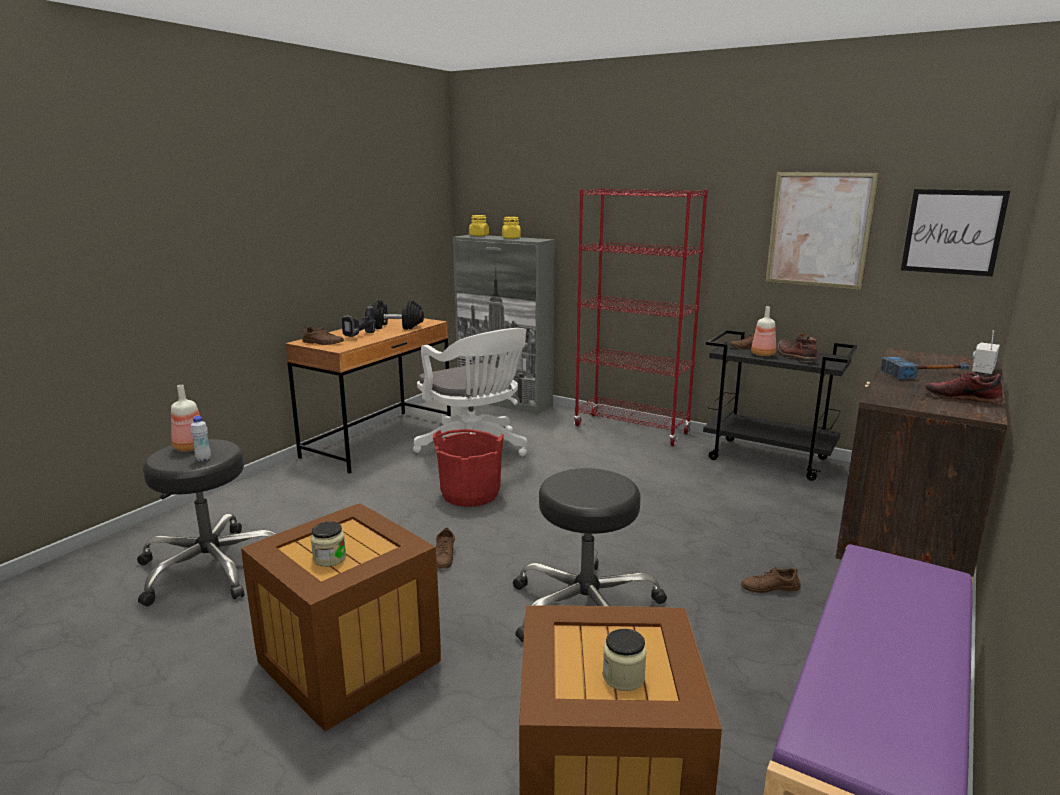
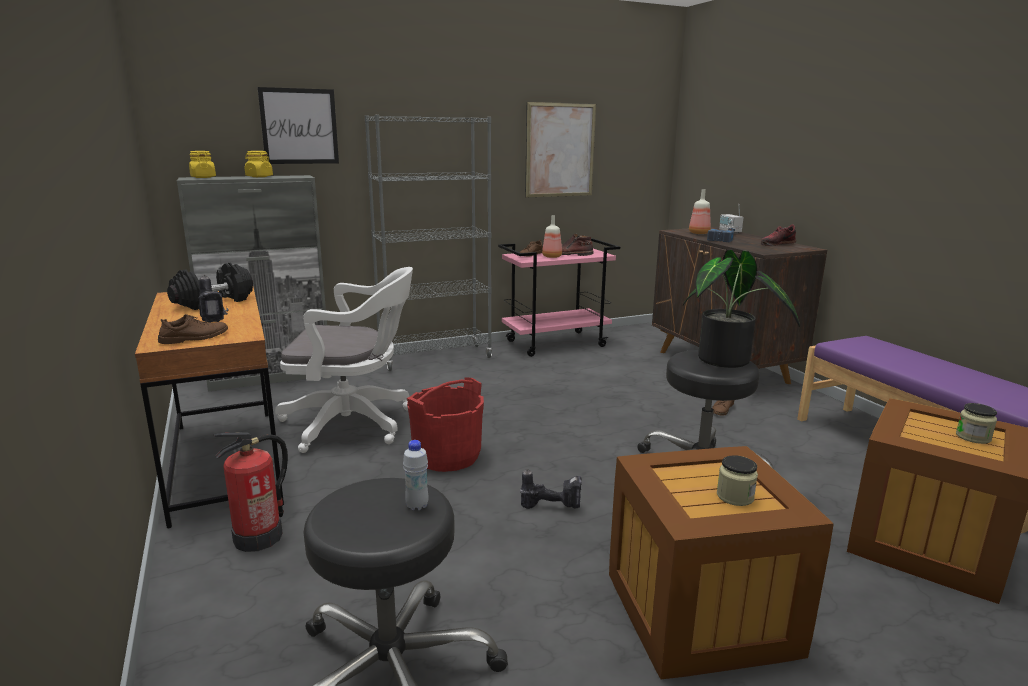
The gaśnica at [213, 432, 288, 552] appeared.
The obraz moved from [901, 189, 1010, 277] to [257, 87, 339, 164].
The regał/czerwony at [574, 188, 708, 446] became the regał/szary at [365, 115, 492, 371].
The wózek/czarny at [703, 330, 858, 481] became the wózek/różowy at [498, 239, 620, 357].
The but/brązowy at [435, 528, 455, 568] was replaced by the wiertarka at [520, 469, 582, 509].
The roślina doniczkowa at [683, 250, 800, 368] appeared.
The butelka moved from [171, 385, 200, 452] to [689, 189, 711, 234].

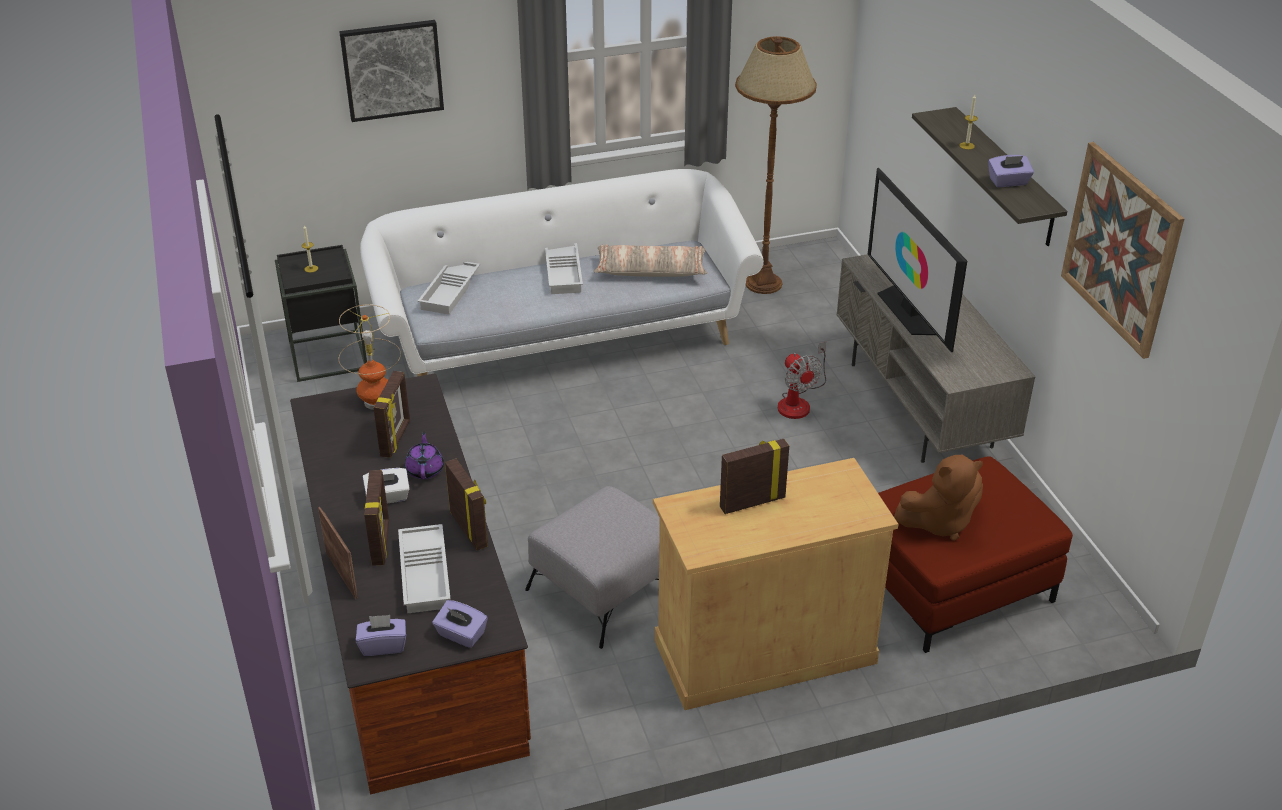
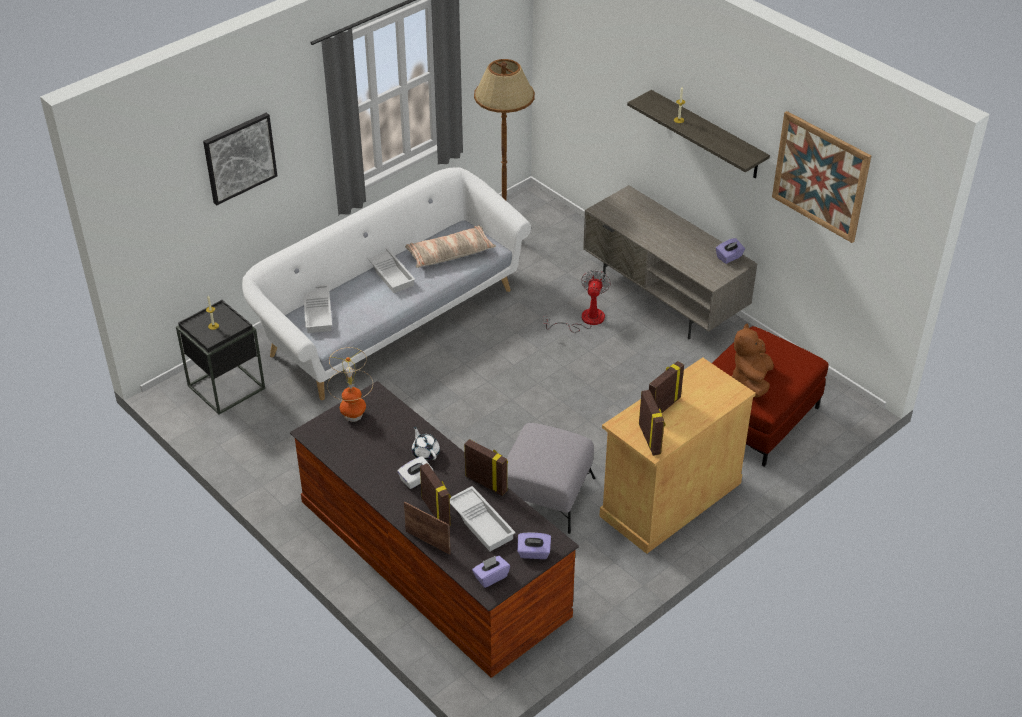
The imbryk/fioletowy at [405, 431, 444, 479] became the imbryk/biały at [412, 426, 440, 460].
The wentylator at [778, 342, 826, 419] turned 120 degrees counterclockwise.
The ramka na zdjęcie moved from [373, 371, 410, 458] to [639, 390, 666, 456].
The pudełko chusteczek/fioletowy moved from [988, 155, 1034, 187] to [716, 238, 745, 264].
The pluszak/brązowy at [894, 455, 983, 541] turned 150 degrees clockwise.
The telewizor at [868, 168, 967, 352] disappeared.

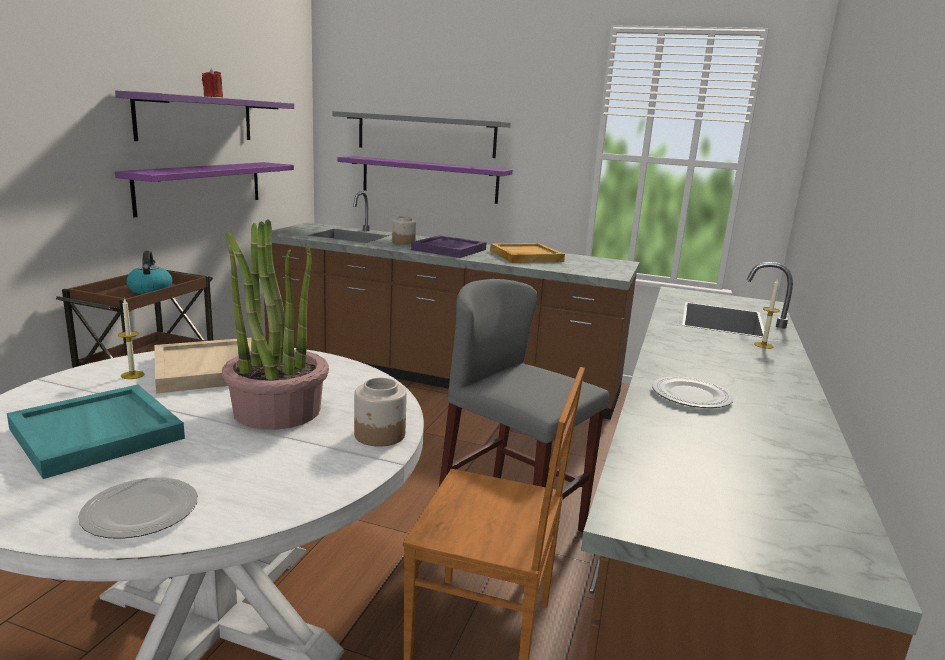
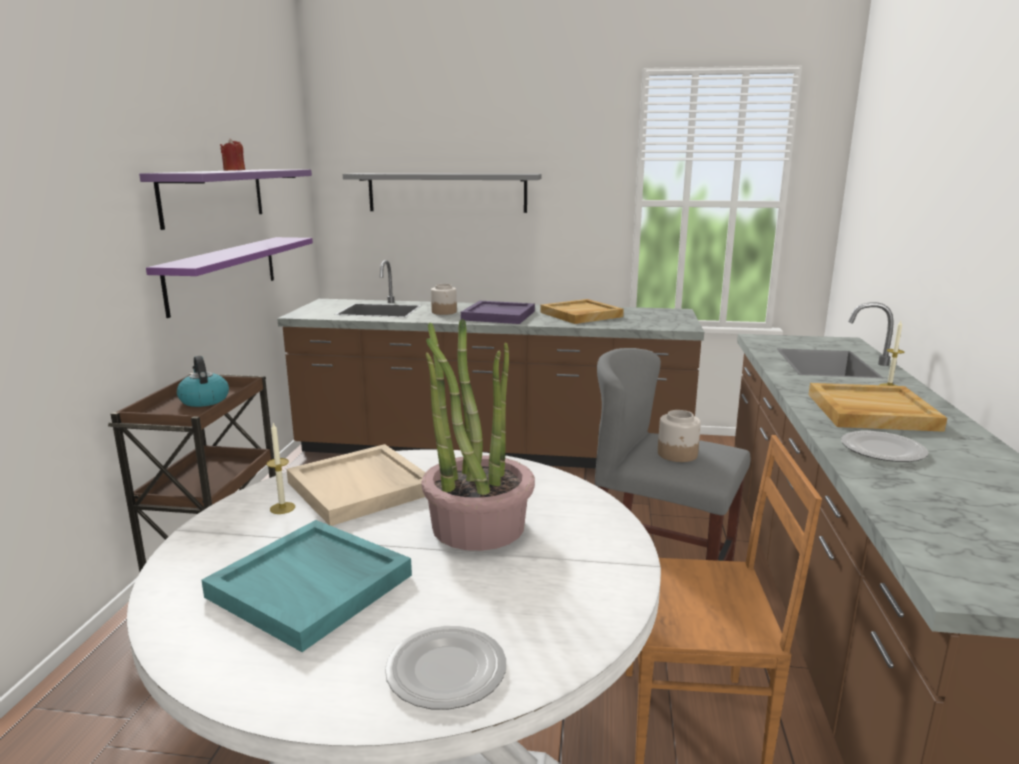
The słoik moved from [354, 378, 407, 447] to [658, 410, 701, 462].
The taca/beżowy at [809, 383, 947, 432] appeared.
The półka/fioletowy at [338, 156, 513, 204] disappeared.

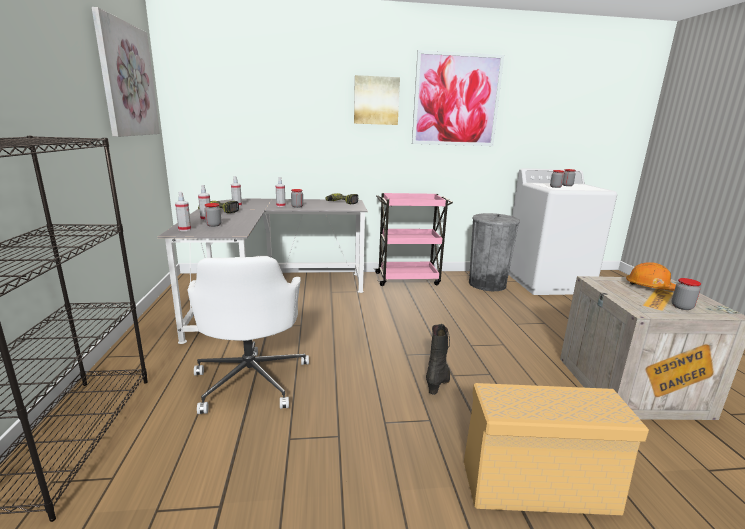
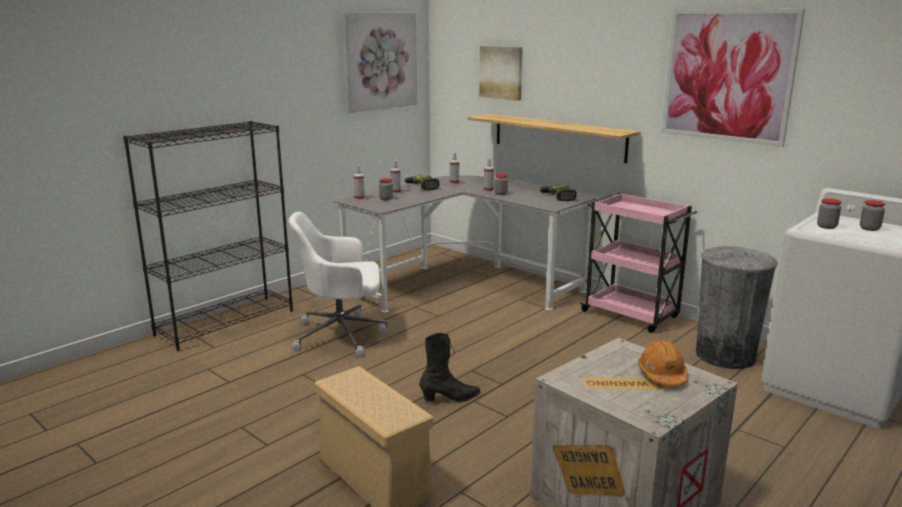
The krzesło biurowe/biały at [188, 256, 309, 414] turned 45 degrees clockwise.
The półka at [467, 114, 641, 163] appeared.
The obraz moved from [354, 75, 400, 125] to [479, 46, 523, 101].
The słoik at [672, 278, 701, 310] disappeared.

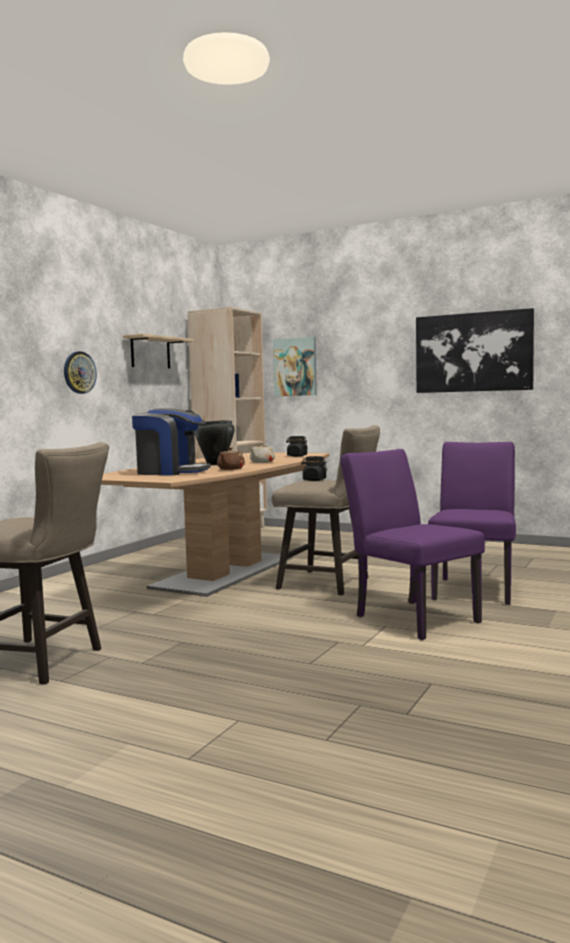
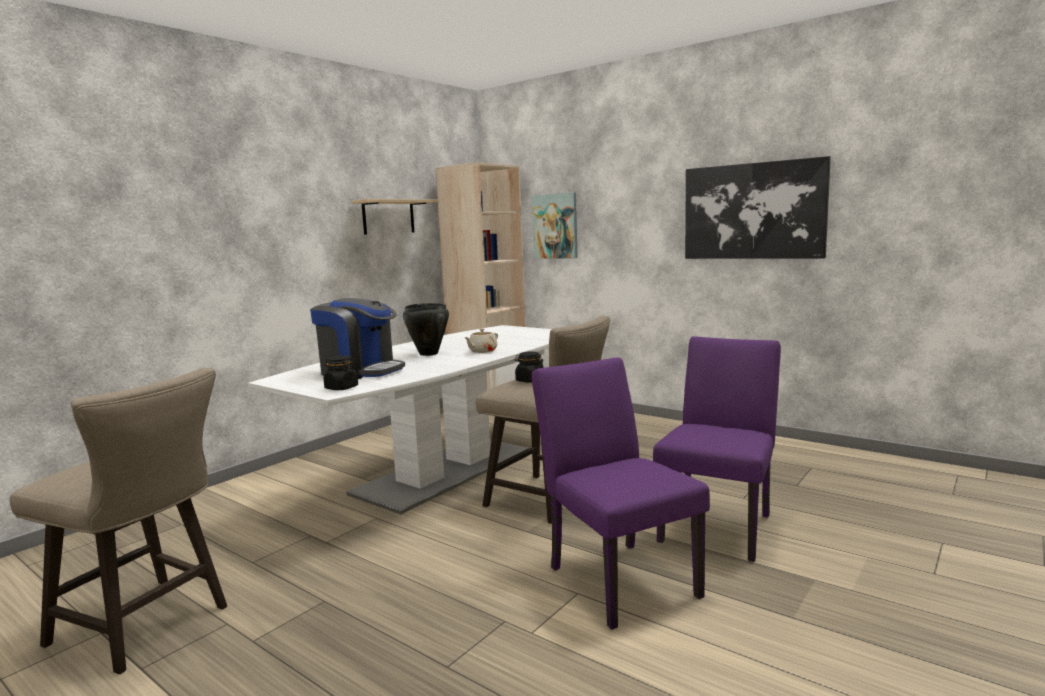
The stół jadalny/brązowy at [101, 453, 329, 597] became the stół jadalny/biały at [248, 325, 551, 514].
The słoik/czarny moved from [286, 436, 308, 457] to [324, 355, 358, 390].
The zegar ścienny at [64, 351, 97, 394] disappeared.
The imbryk/brązowy at [217, 447, 245, 470] disappeared.

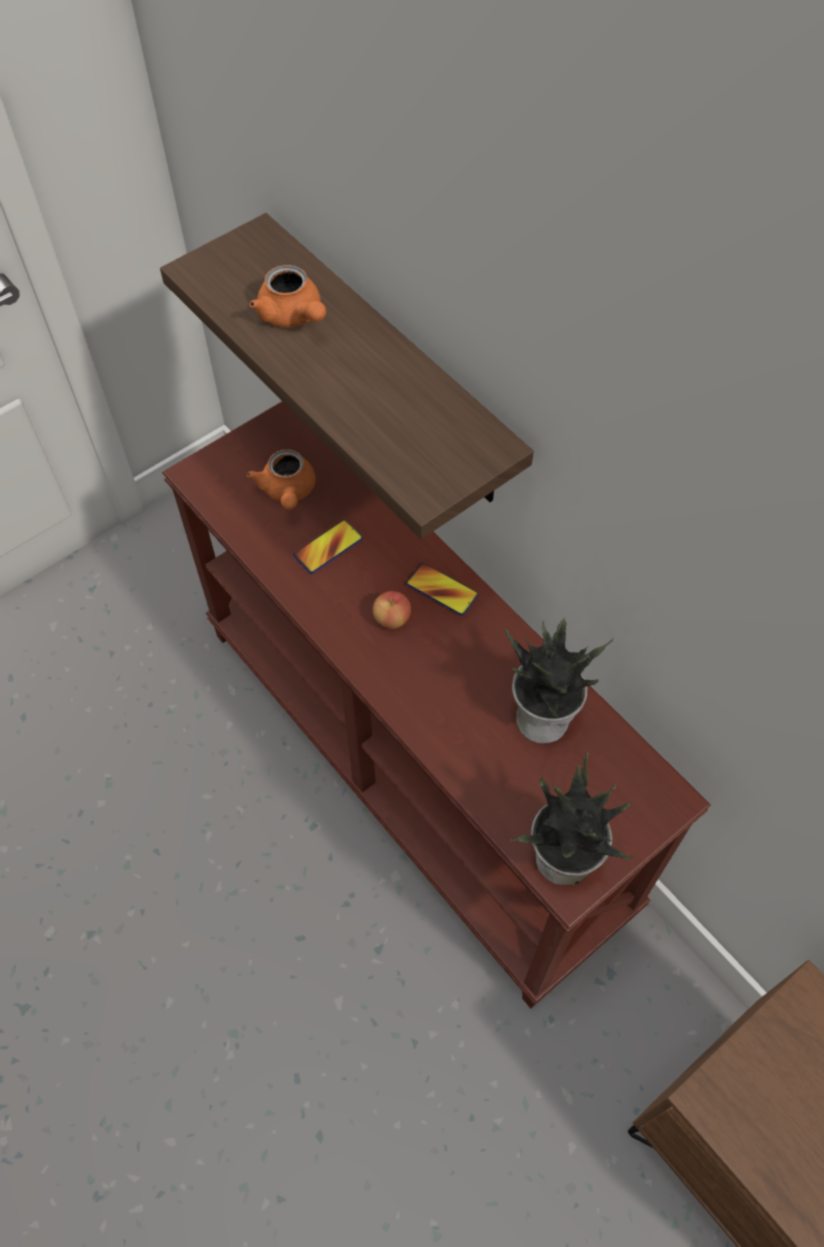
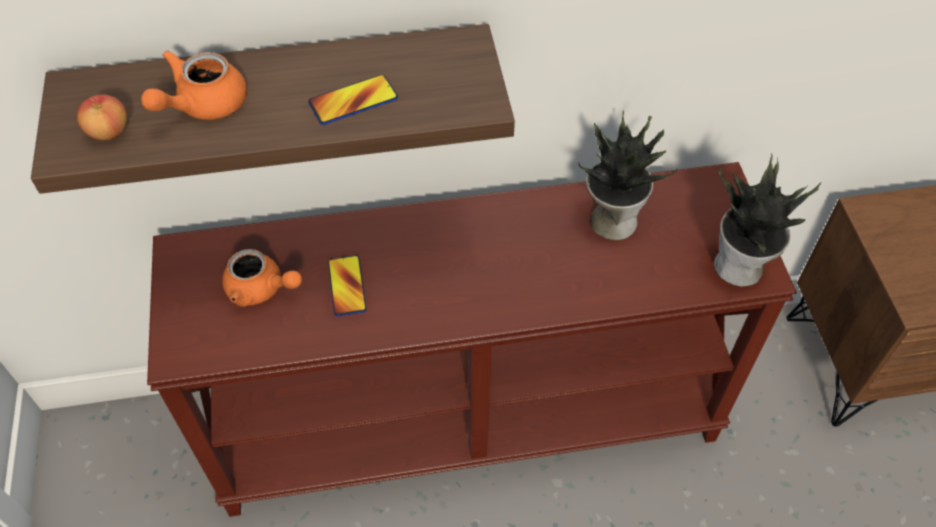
The jabłko moved from [373, 591, 411, 629] to [77, 94, 127, 140].
The imbryk/pomarańczowy at [249, 265, 326, 327] turned 135 degrees clockwise.
The telefon moved from [406, 562, 479, 616] to [308, 75, 398, 125].

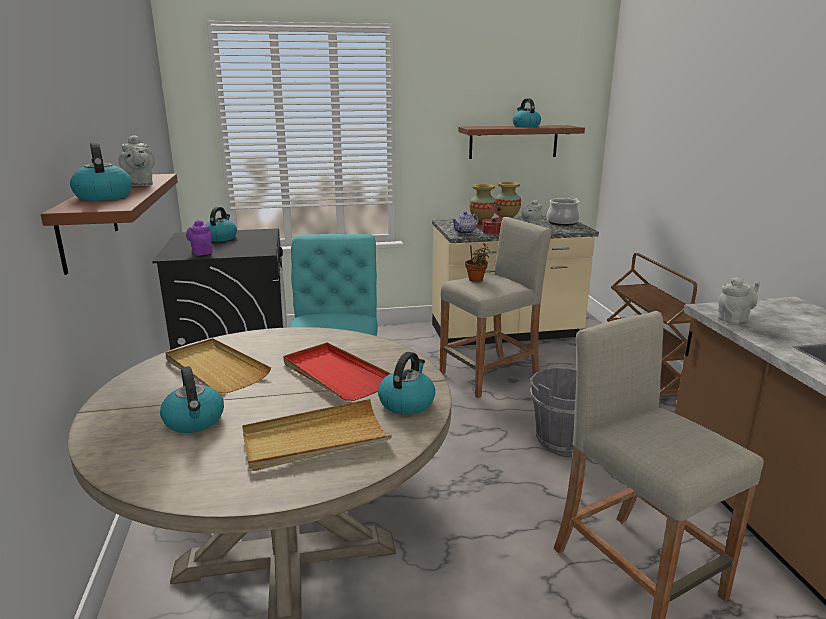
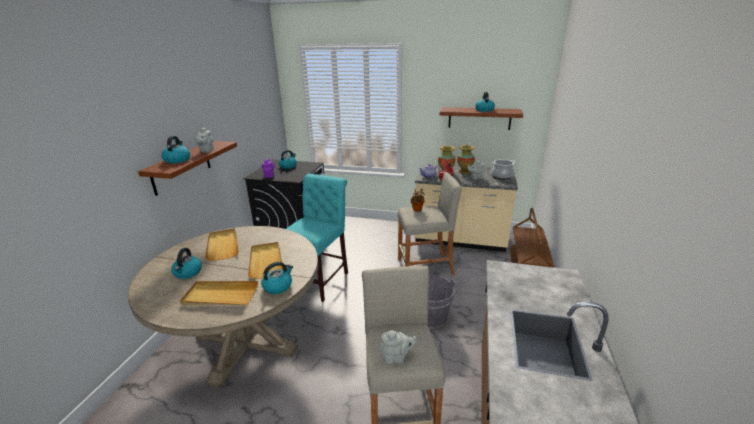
The taca/czerwony at [283, 342, 390, 401] became the taca/beżowy at [248, 242, 283, 279].
The imbryk/szary moved from [717, 277, 760, 324] to [381, 330, 418, 364].

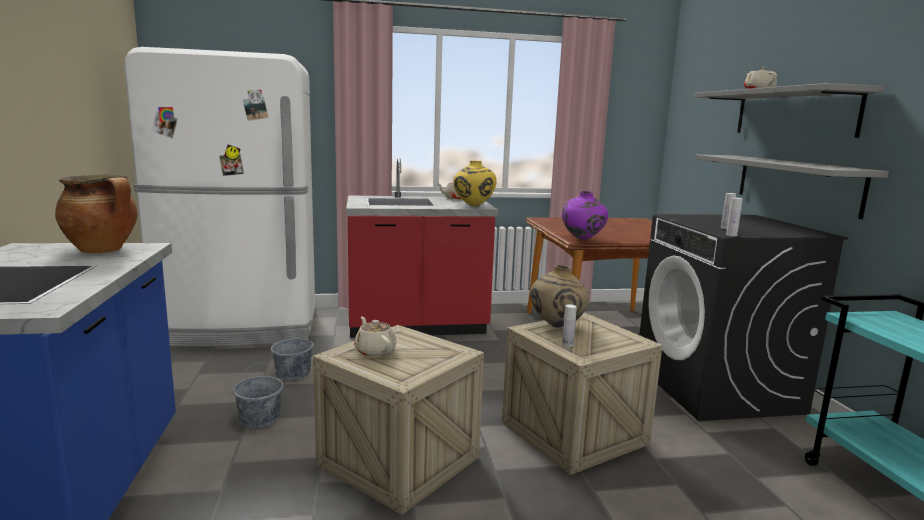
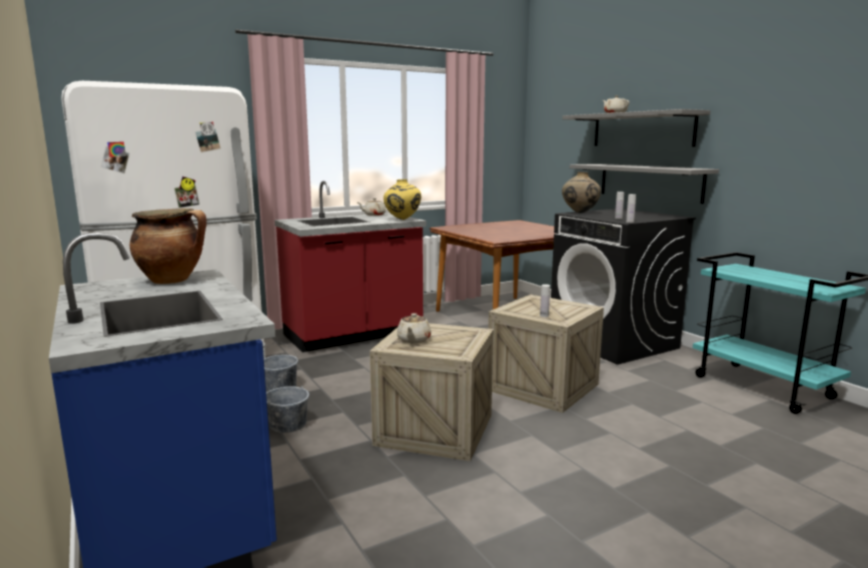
The imbryk/beżowy at [354, 317, 397, 357] turned 120 degrees counterclockwise.
The wazon/beżowy moved from [530, 265, 589, 328] to [562, 172, 601, 213].
The wazon/fioletowy at [562, 191, 608, 240] disappeared.

